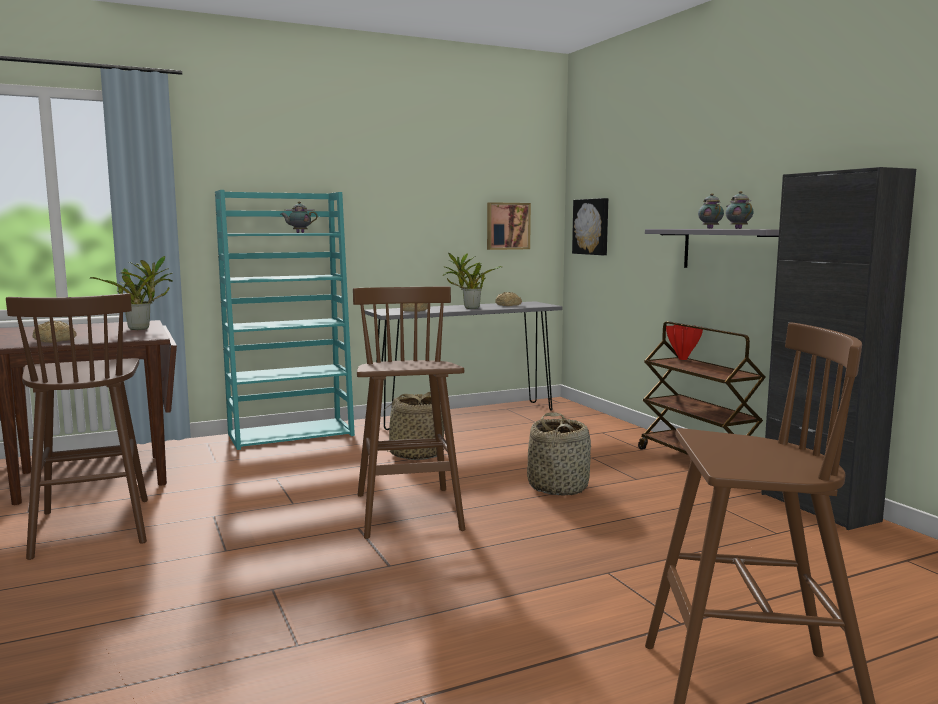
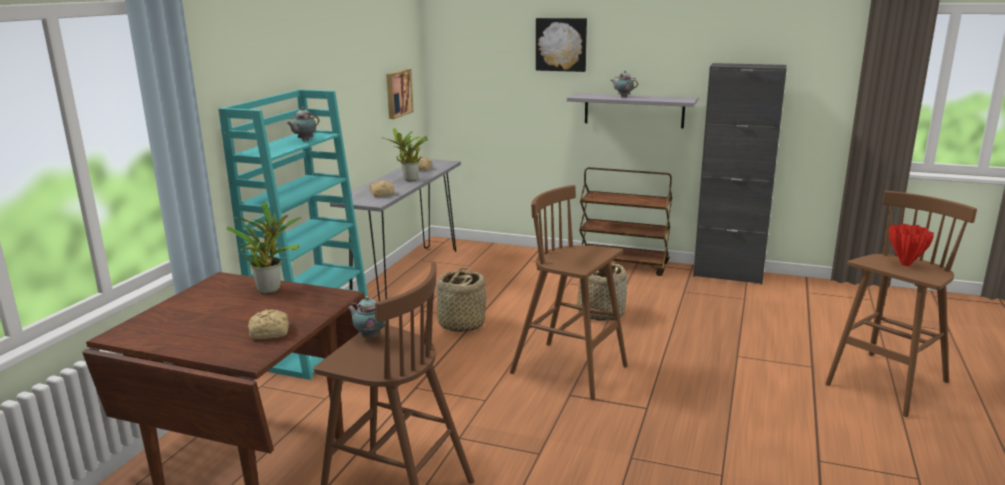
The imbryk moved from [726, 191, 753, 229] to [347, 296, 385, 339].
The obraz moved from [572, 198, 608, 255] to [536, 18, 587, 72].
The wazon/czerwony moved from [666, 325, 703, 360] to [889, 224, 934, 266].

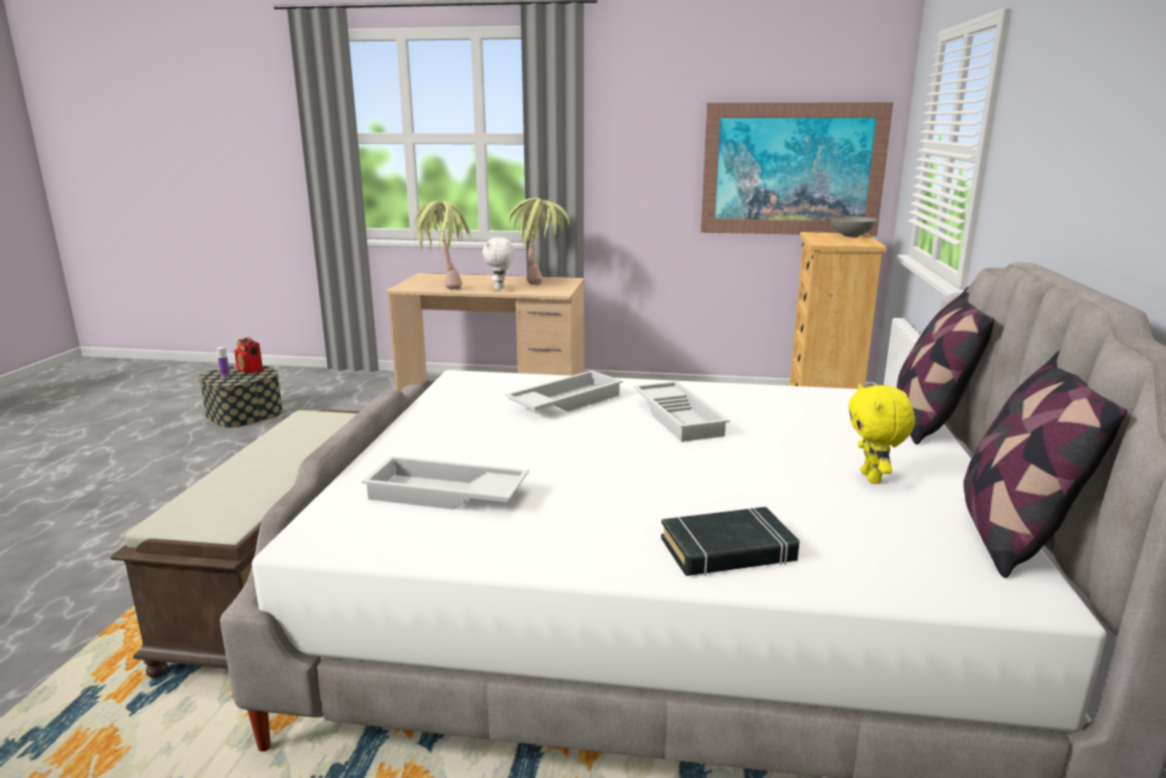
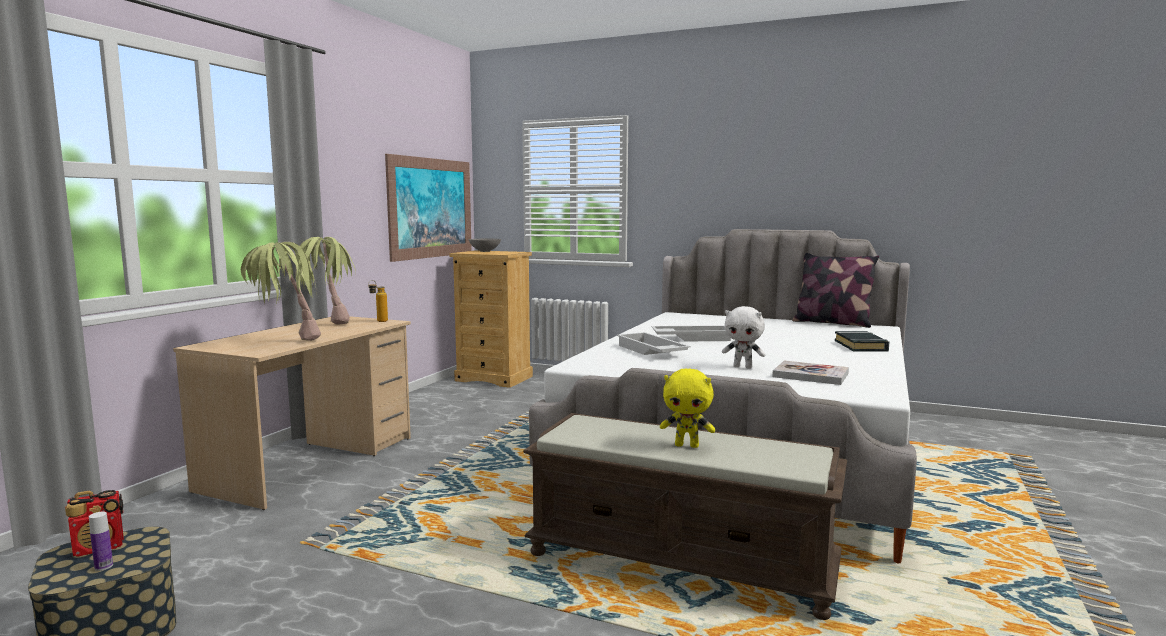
The butelka at [368, 280, 388, 322] appeared.
The pluszak/żółty moved from [848, 384, 915, 484] to [660, 368, 715, 448].
The pluszak/biały moved from [483, 237, 515, 290] to [722, 306, 766, 368].
The taca/biały at [362, 456, 529, 510] was replaced by the książka at [772, 361, 849, 385].
The poduszka at [896, 286, 994, 444] disappeared.

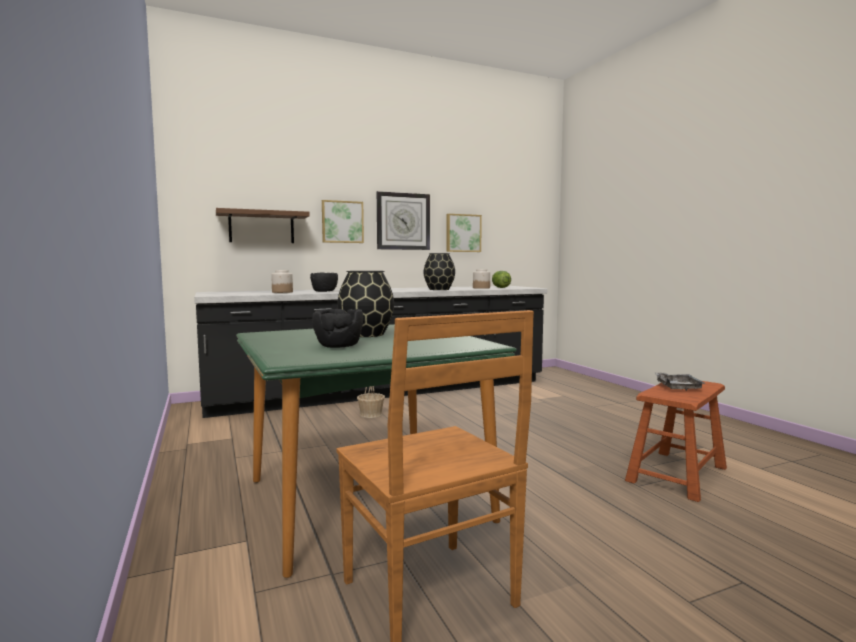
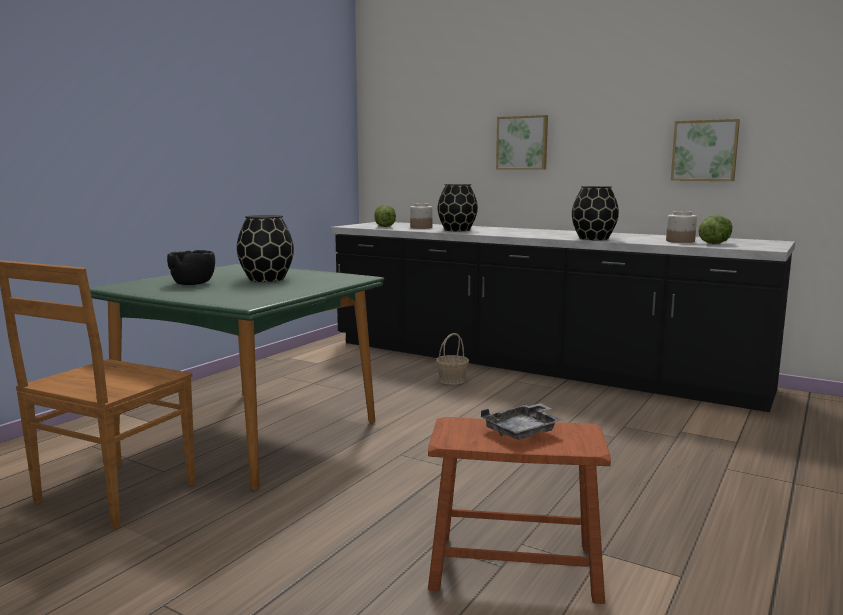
The sałata at [374, 205, 396, 227] appeared.
The miska/czarny at [310, 273, 338, 292] was replaced by the wazon/czarny at [438, 184, 478, 231].
The półka/brązowy at [216, 208, 310, 243] disappeared.
The zegar ścienny at [377, 191, 430, 250] disappeared.

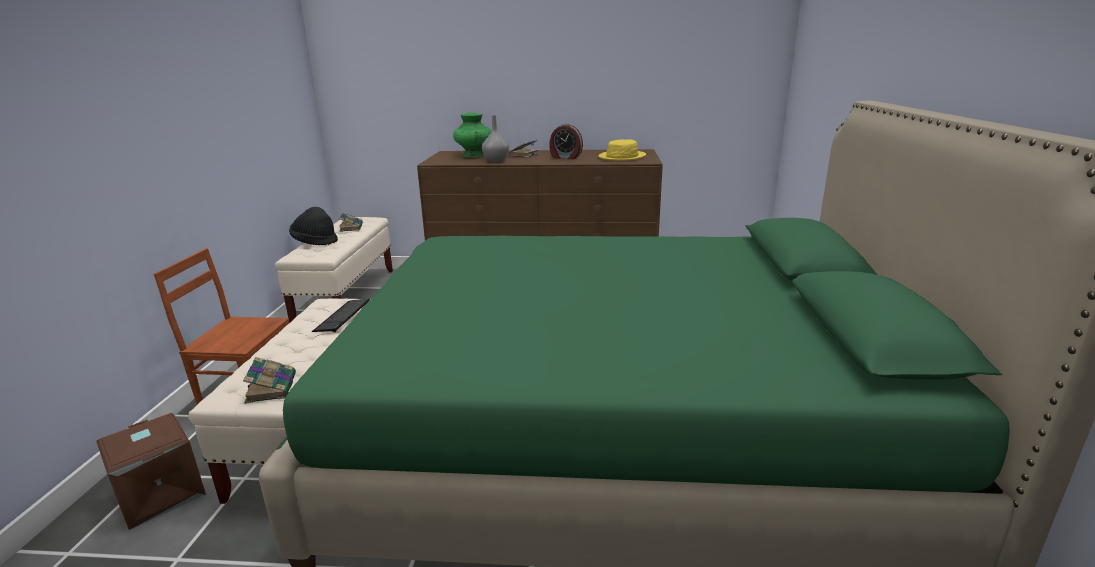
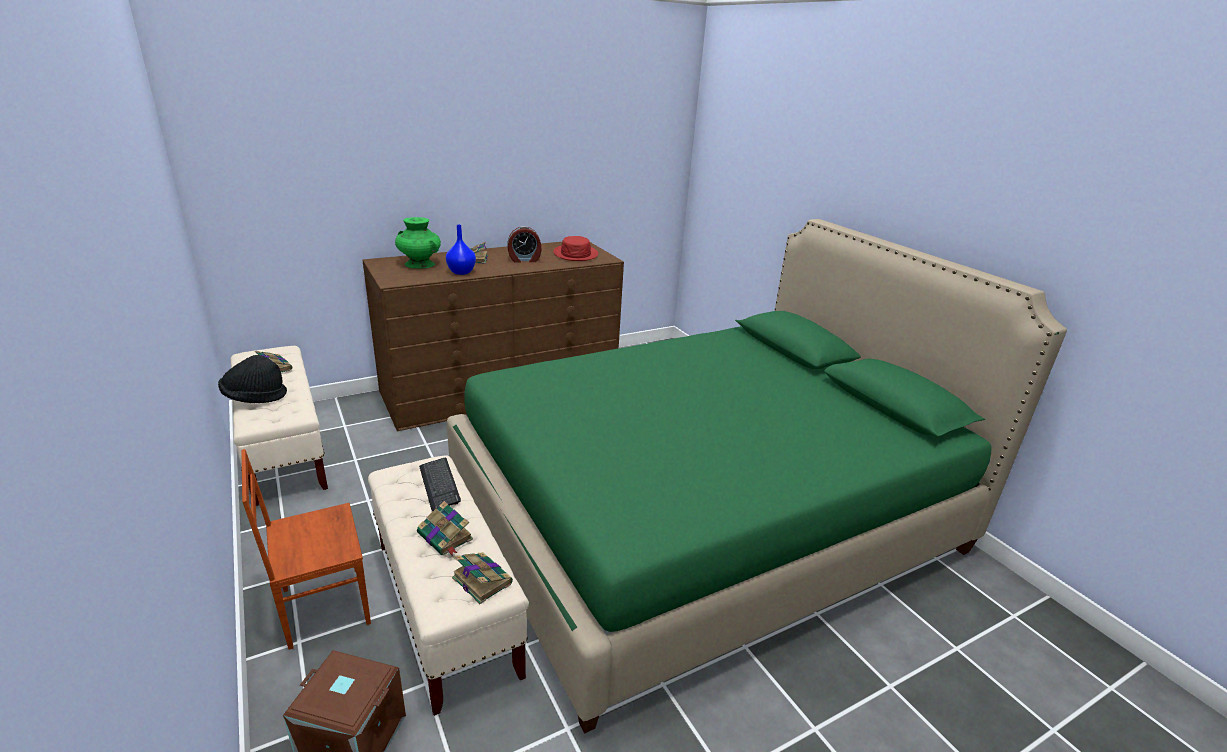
The książka at [417, 501, 473, 555] appeared.
The wazon/szary at [482, 115, 509, 162] became the wazon/niebieski at [446, 224, 476, 275].
The kapelusz/żółty at [598, 140, 646, 161] became the kapelusz/czerwony at [553, 236, 598, 261].

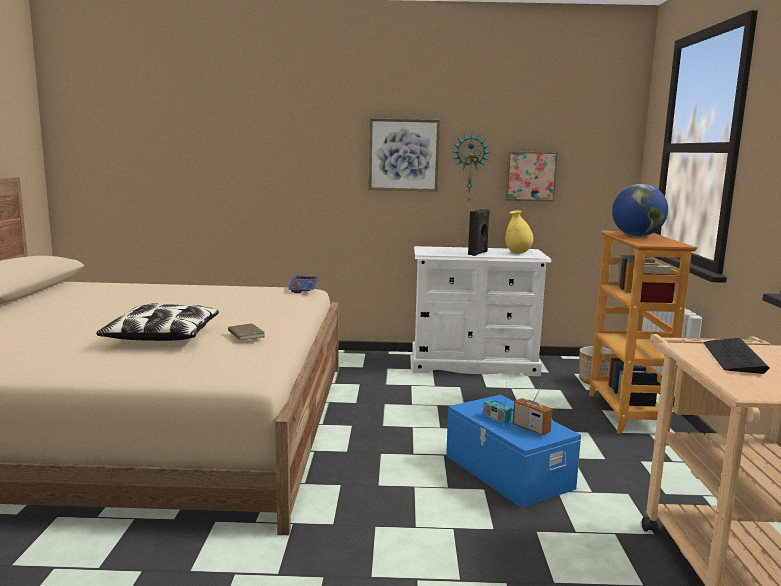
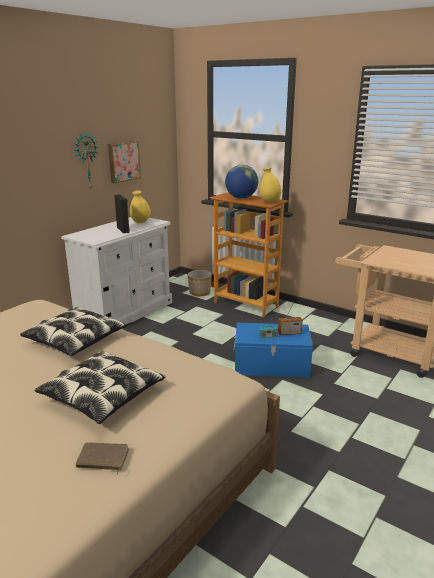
The poduszka at [20, 307, 127, 356] appeared.
The książka/brązowy moved from [228, 323, 265, 340] to [76, 442, 129, 475].
The wazon/żółty at [260, 168, 282, 203] appeared.
The taca/niebieski at [288, 276, 318, 293] disappeared.
The obraz at [368, 118, 440, 192] disappeared.
The klawiatura at [703, 338, 770, 374] disappeared.

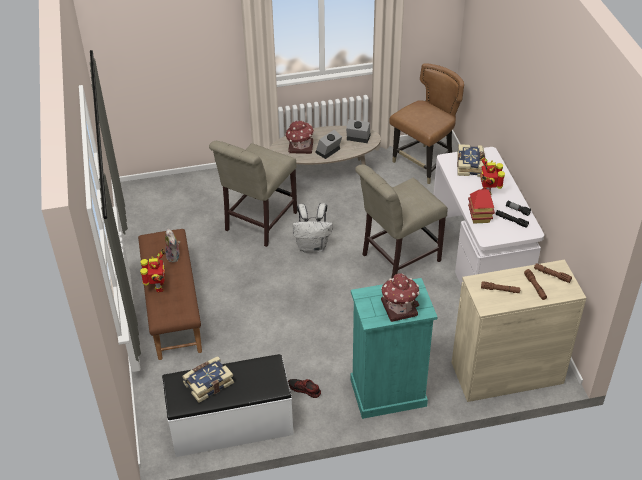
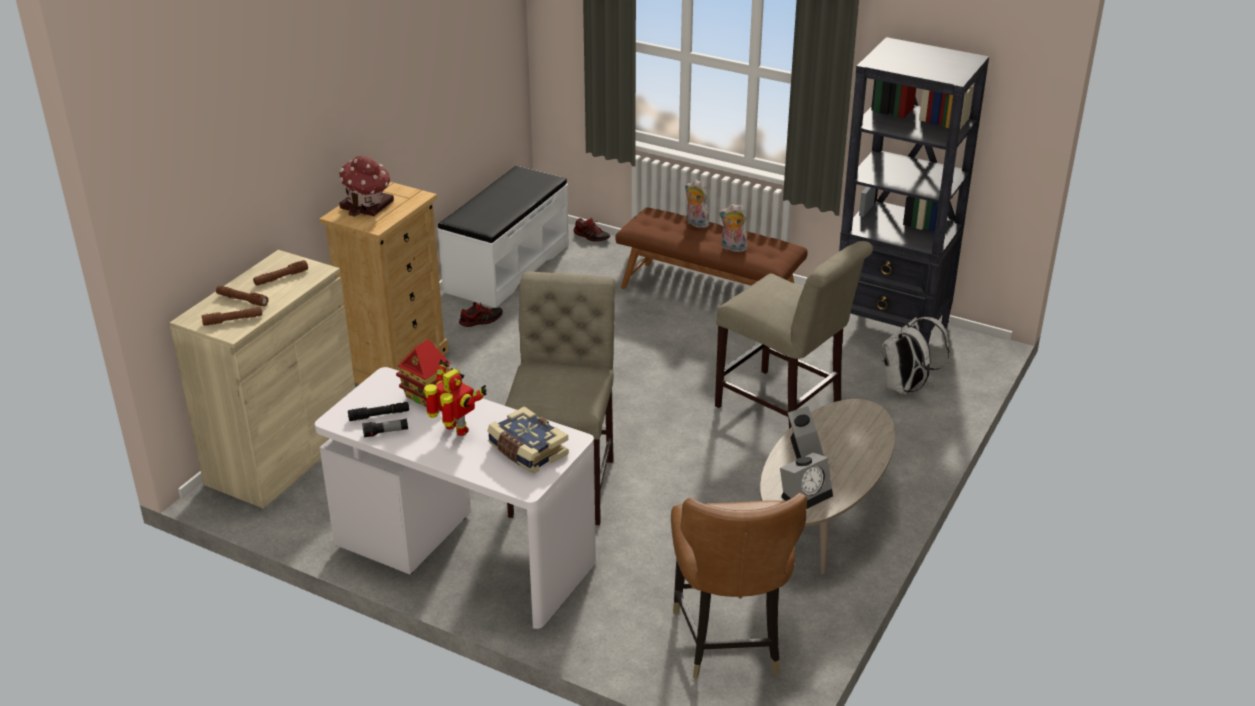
The komoda/turkusowy at [350, 278, 437, 419] became the komoda/beżowy at [319, 182, 448, 384].
The but at [573, 218, 610, 242] appeared.
The robot zabawkowy at [140, 249, 166, 292] was replaced by the pluszak at [685, 179, 709, 228].
The krzesło/beżowy at [209, 141, 297, 247] turned 150 degrees clockwise.
The regał/czarny at [833, 37, 989, 362] appeared.
The plecak/biały moved from [293, 203, 333, 253] to [882, 317, 949, 395].
The książka at [182, 356, 234, 403] disappeared.
The domek at [285, 120, 314, 154] disappeared.

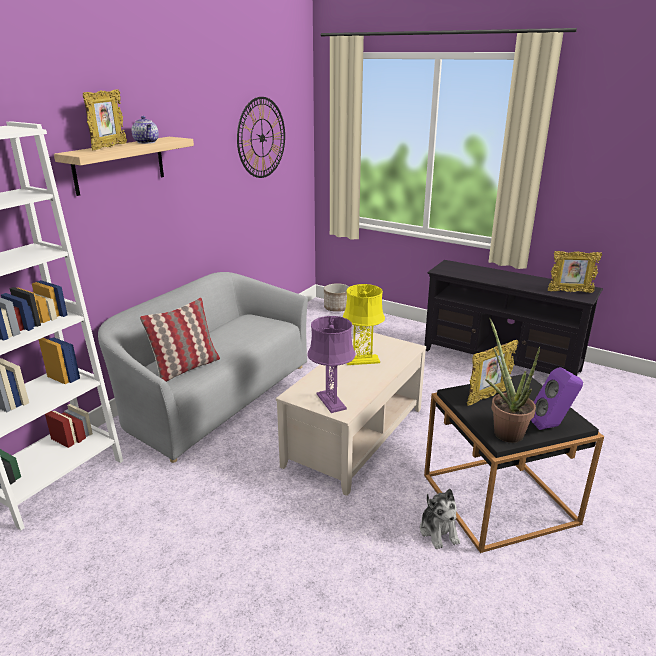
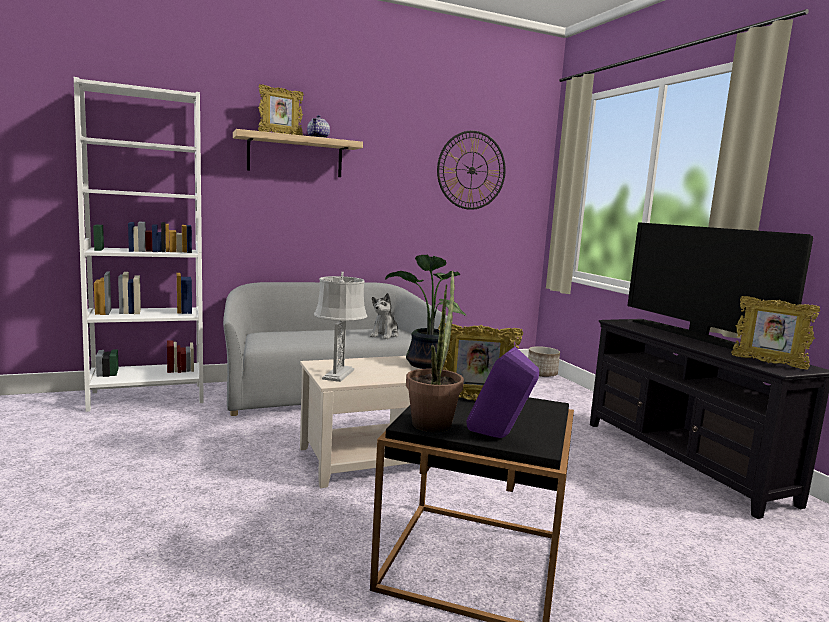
The lampa stołowa/fioletowy at [307, 316, 355, 413] became the lampa stołowa/szary at [314, 271, 367, 382].
The pluszak moved from [420, 489, 460, 549] to [370, 293, 399, 339].
The lampa stołowa/żółty at [343, 284, 385, 365] was replaced by the roślina doniczkowa at [385, 255, 466, 369].
The telewizor at [627, 222, 813, 350] appeared.
The poduszka at [140, 297, 220, 382] disappeared.

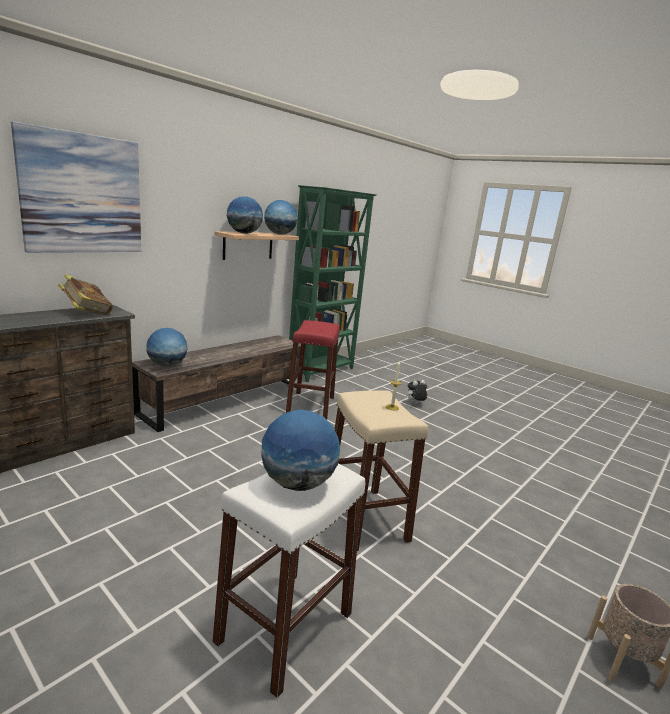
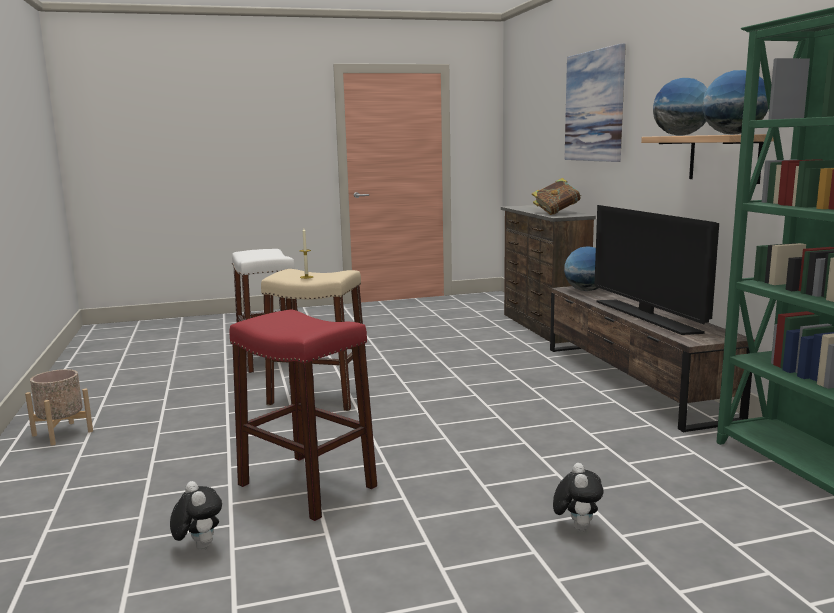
The pluszak at [170, 481, 222, 550] appeared.
The stołek/czerwony moved from [286, 320, 340, 419] to [229, 309, 377, 521].
The telewizor at [594, 205, 719, 335] appeared.
The globus at [261, 410, 340, 491] disappeared.

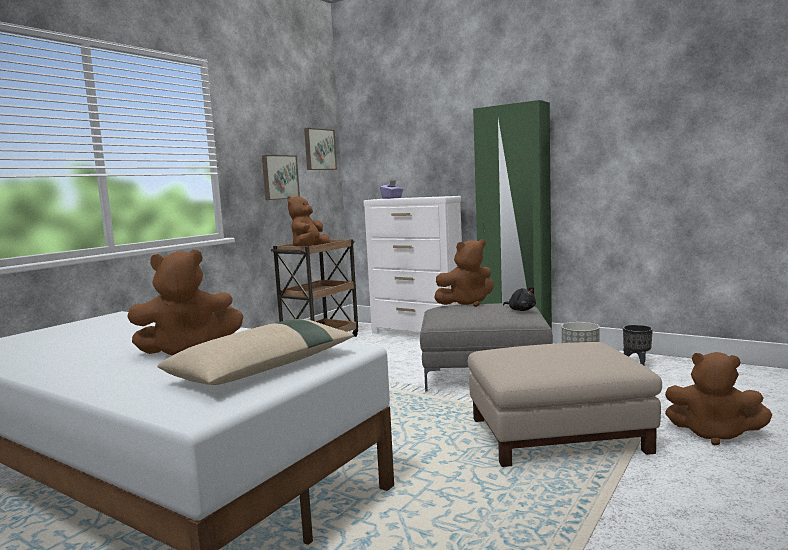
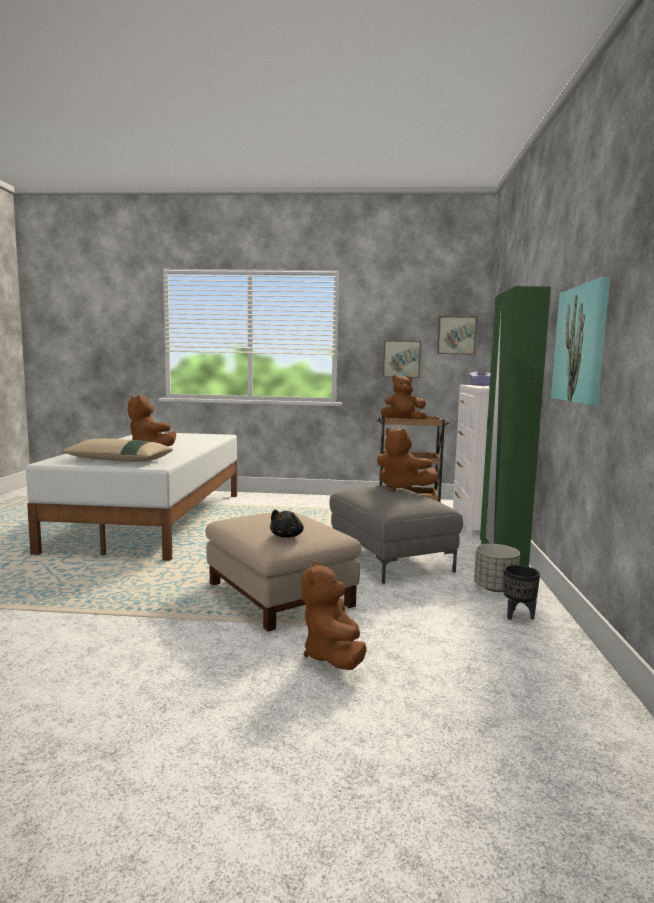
The pluszak/czarny moved from [503, 287, 536, 311] to [270, 510, 304, 538].
The obraz at [551, 277, 610, 405] appeared.

